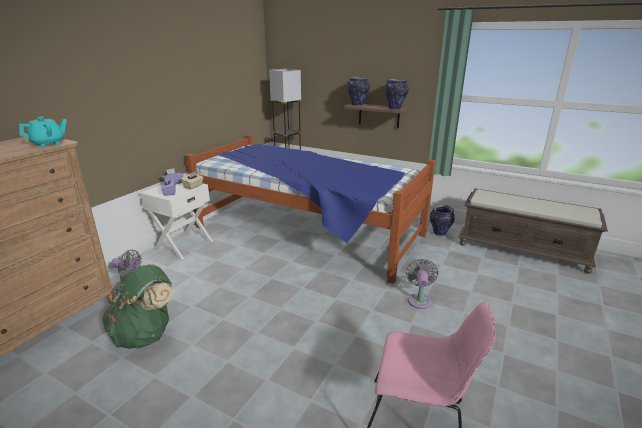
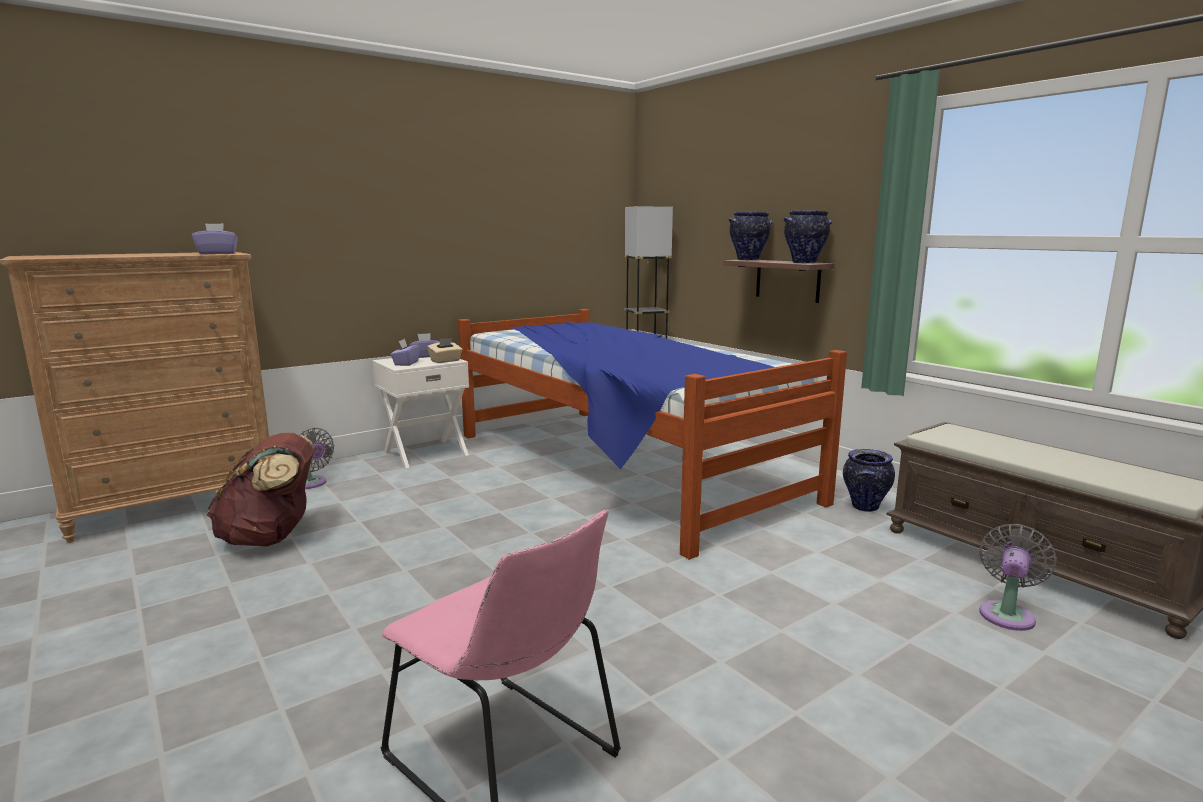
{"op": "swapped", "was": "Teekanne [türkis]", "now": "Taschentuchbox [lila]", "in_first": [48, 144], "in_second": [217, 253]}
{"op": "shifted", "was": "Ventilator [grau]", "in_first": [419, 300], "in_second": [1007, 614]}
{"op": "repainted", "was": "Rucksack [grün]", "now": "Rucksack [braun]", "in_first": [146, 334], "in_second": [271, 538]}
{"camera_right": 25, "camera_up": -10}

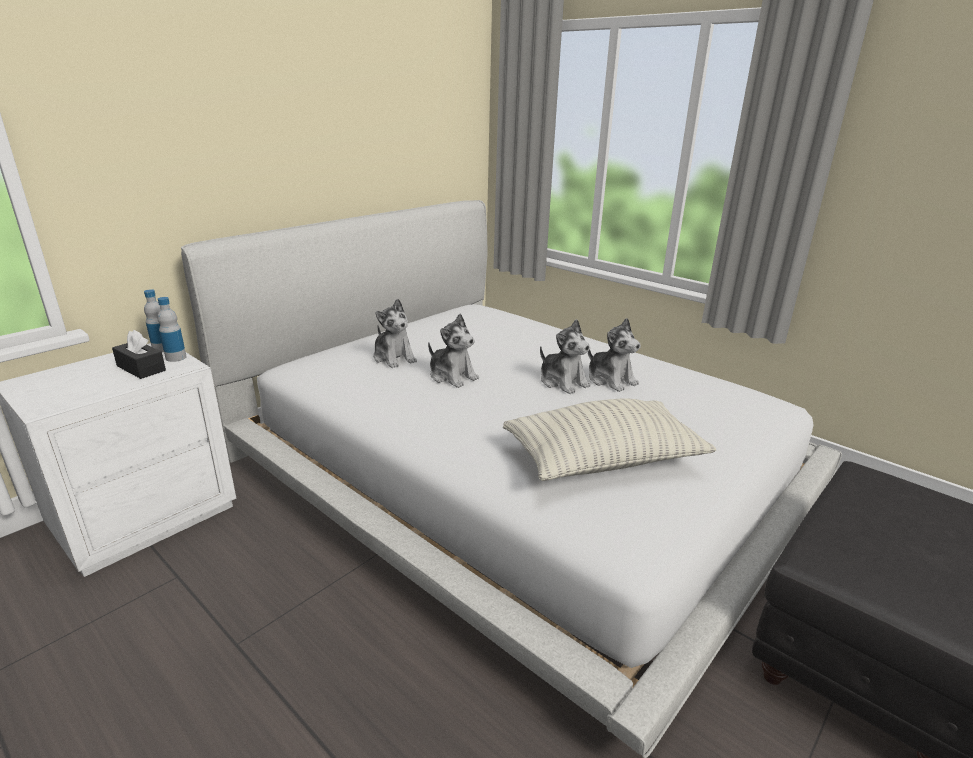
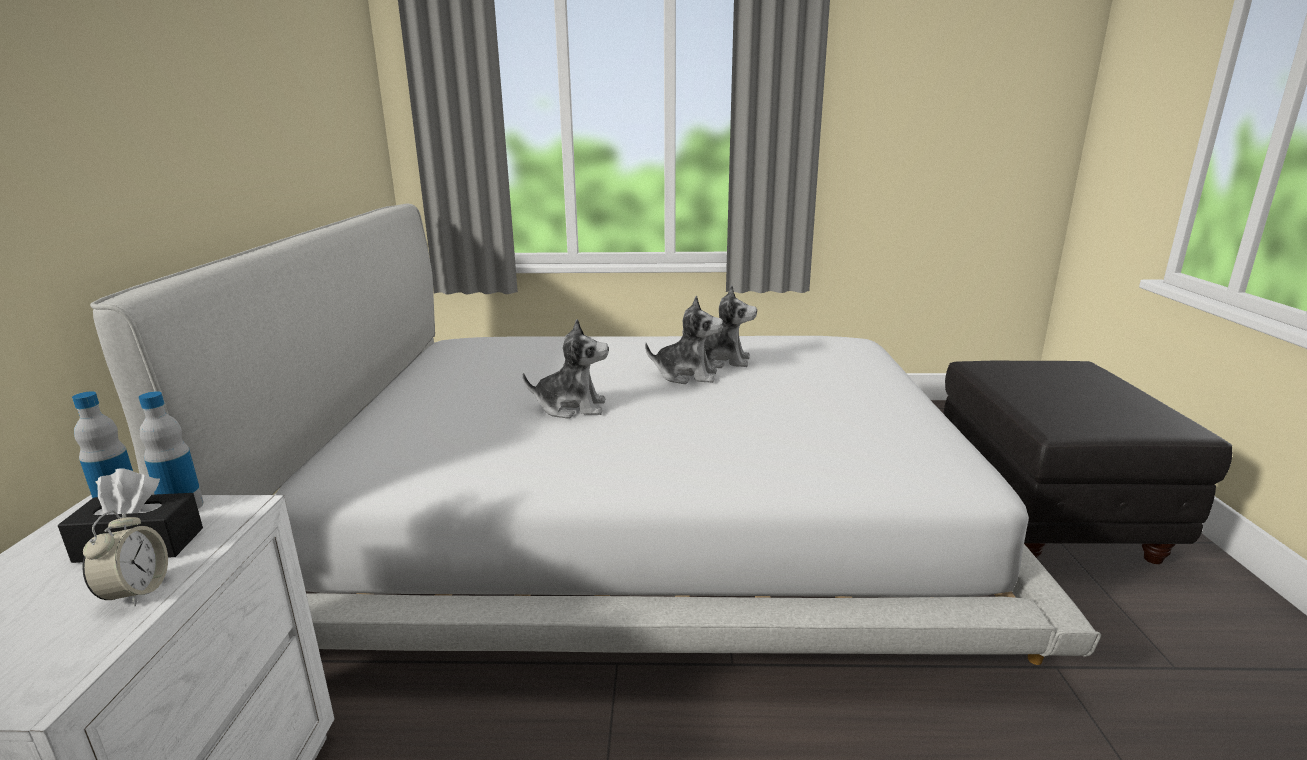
{"op": "gone", "was": "Plüschtier", "in_first": [394, 358]}
{"op": "gone", "was": "Kissen", "in_first": [603, 460]}
{"op": "new", "now": "Wecker", "in_second": [136, 592]}
{"camera_right": -40, "camera_up": -5}

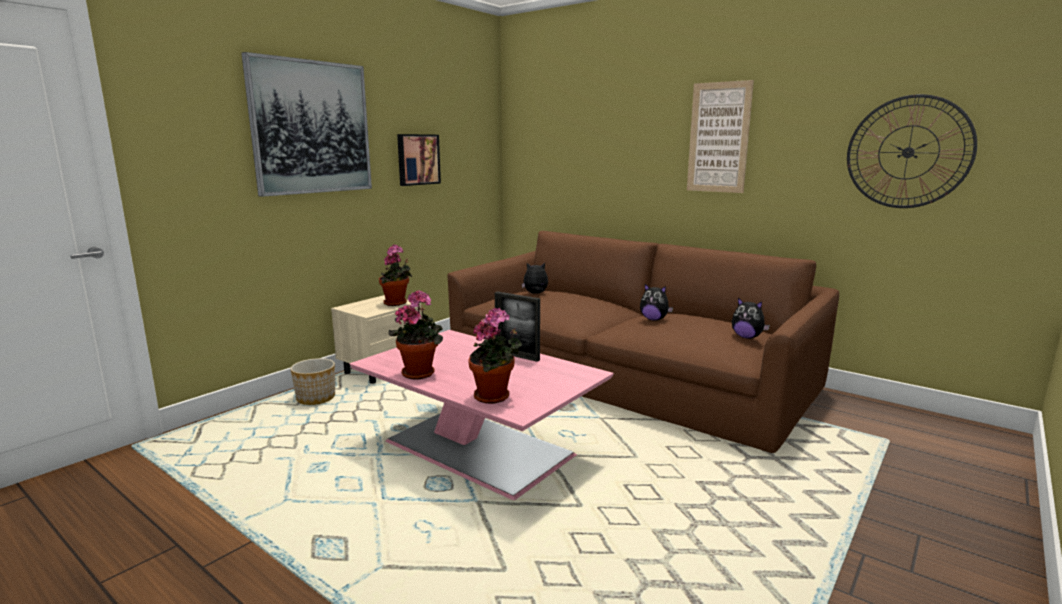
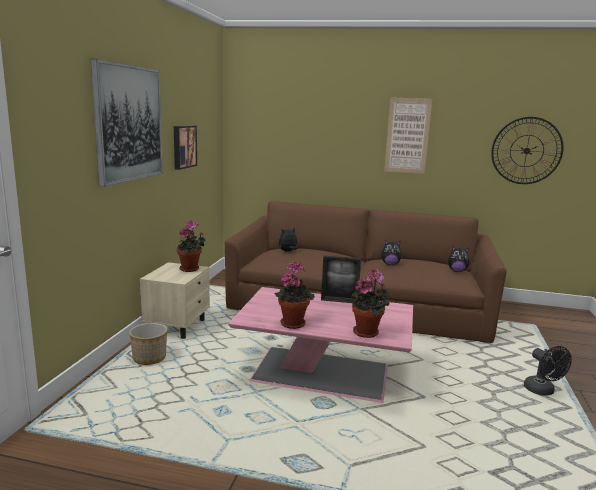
{"op": "new", "now": "Ventilator [schwarz]", "in_second": [542, 391]}
{"camera_right": -25, "camera_up": 0}

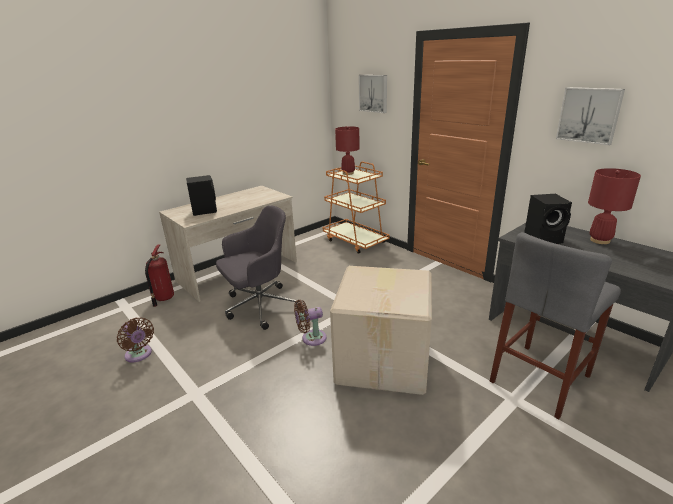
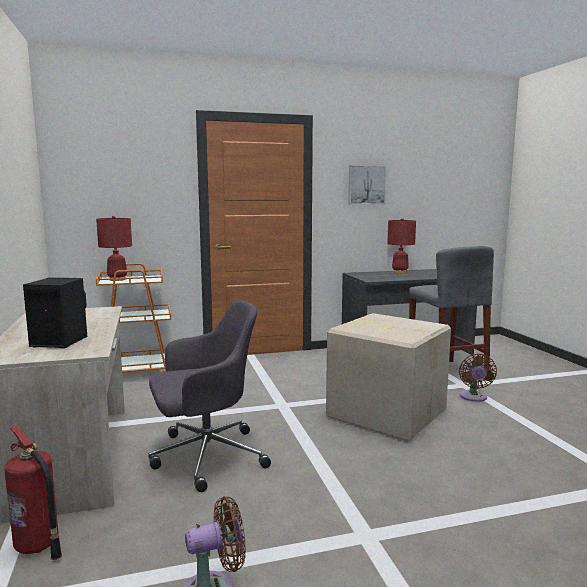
{"op": "gone", "was": "Bild", "in_first": [374, 93]}
{"op": "gone", "was": "Lautsprecher [schwarz]", "in_first": [544, 238]}
{"op": "rotated", "was": "Bürostuhl [grau]", "in_first": [259, 307], "in_second": [205, 456], "clockwise": 75}
{"op": "shifted", "was": "Ventilator [braun]", "in_first": [311, 338], "in_second": [473, 397]}
{"camera_right": -65, "camera_up": -15}

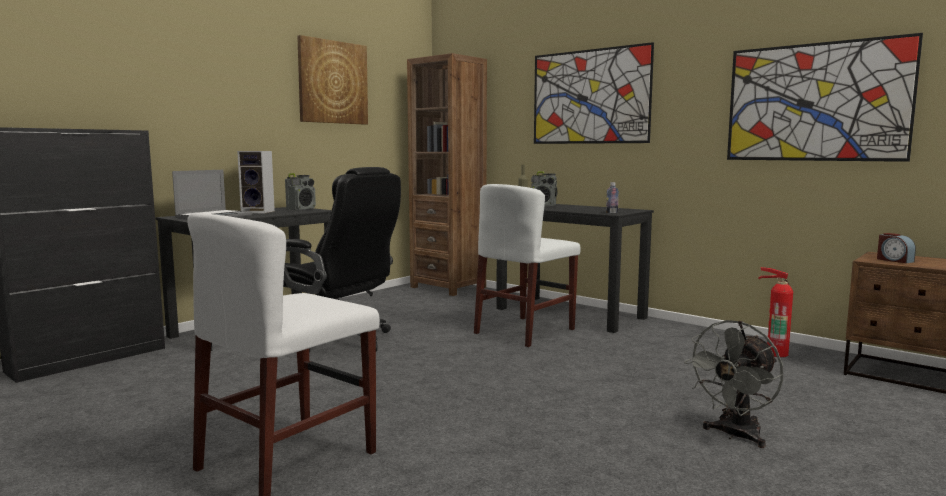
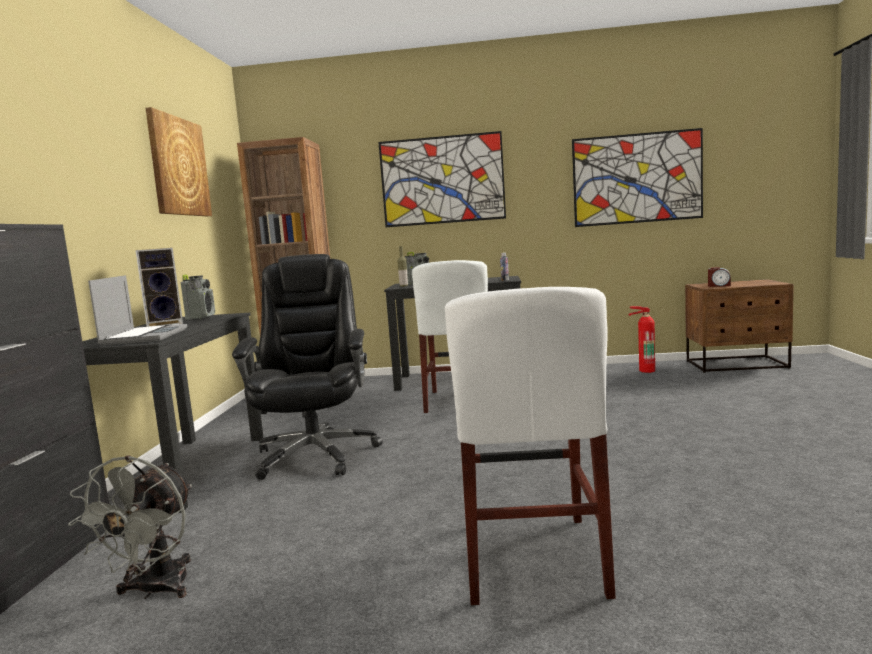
{"op": "rotated", "was": "Bürostuhl [schwarz]", "in_first": [339, 341], "in_second": [316, 454], "clockwise": -90}
{"op": "shifted", "was": "Ventilator [grau]", "in_first": [734, 435], "in_second": [154, 590]}
{"camera_right": -35, "camera_up": 0}

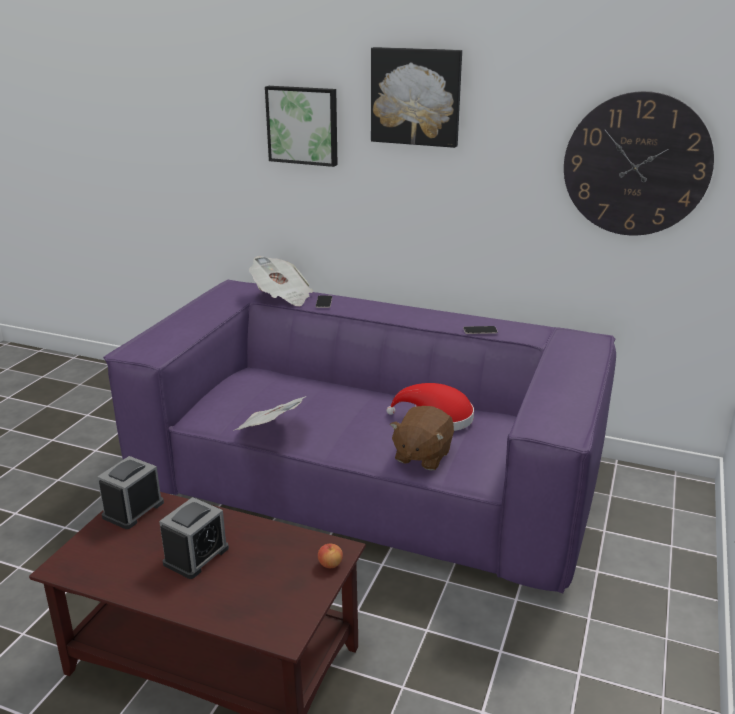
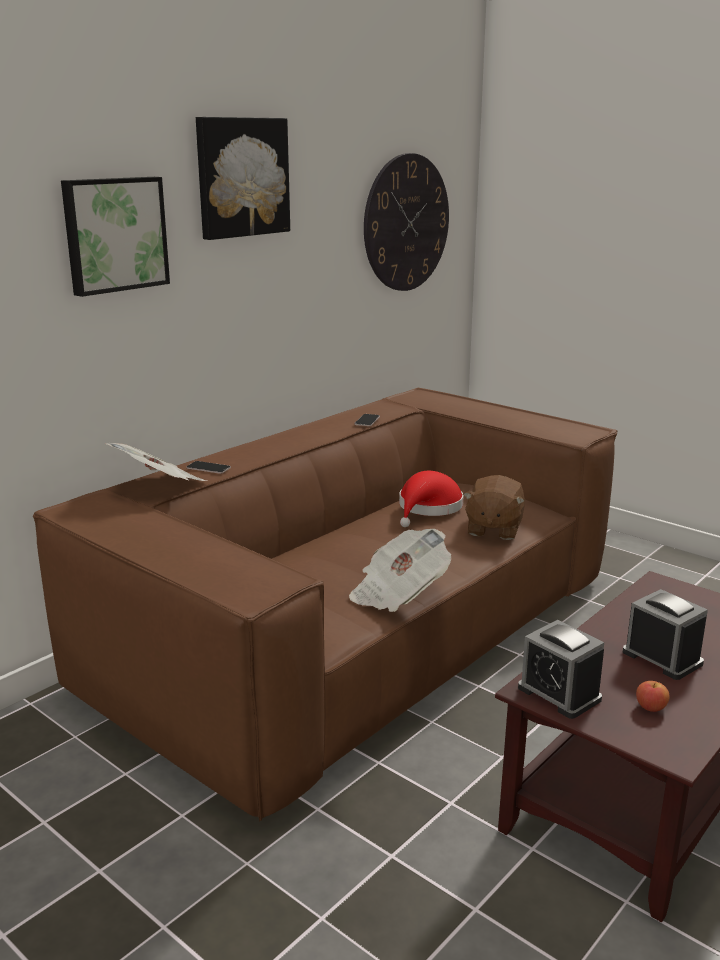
{"op": "repainted", "was": "Sofa [lila]", "now": "Sofa [braun]", "in_first": [367, 477], "in_second": [360, 632]}
{"op": "rotated", "was": "Plüschtier [braun]", "in_first": [422, 456], "in_second": [493, 529], "clockwise": 60}
{"op": "shifted", "was": "Apfel", "in_first": [330, 564], "in_second": [651, 707]}
{"camera_right": -70, "camera_up": -5}

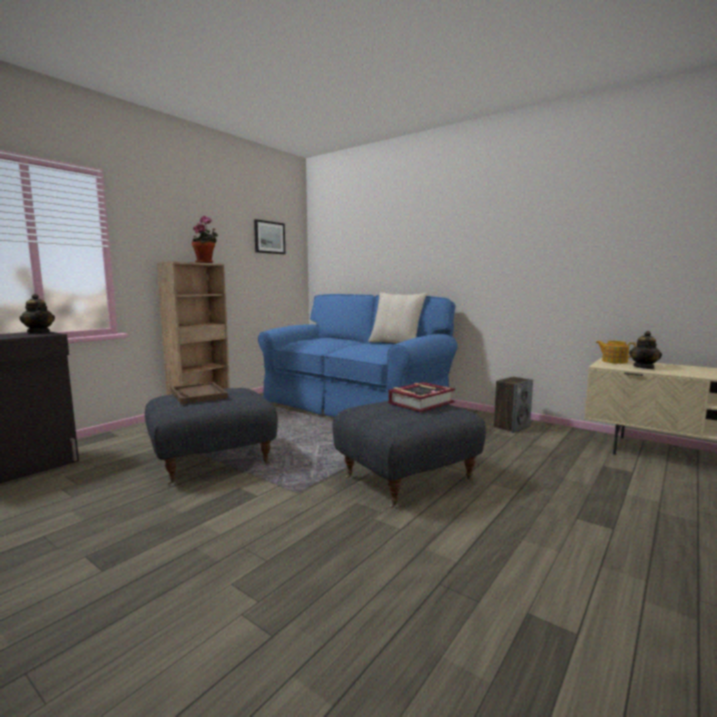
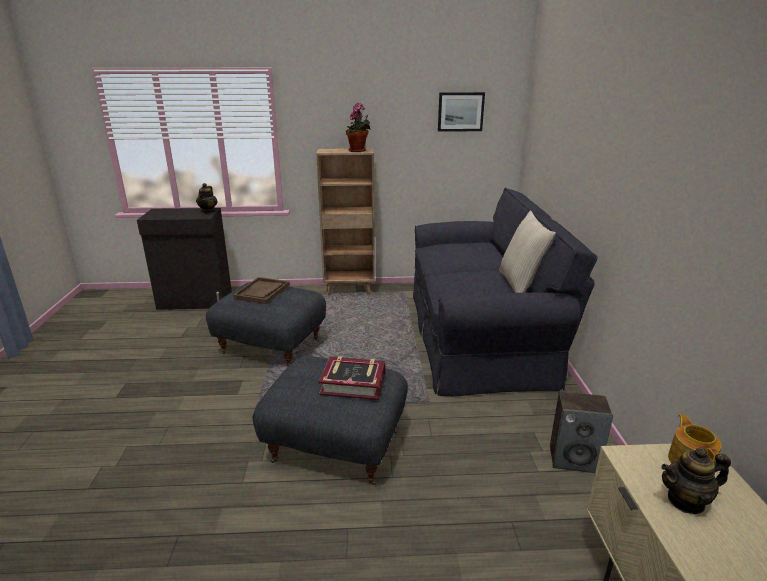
{"op": "repainted", "was": "Sofa [blau]", "now": "Sofa [schwarz]", "in_first": [355, 404], "in_second": [480, 335]}
{"camera_right": 50, "camera_up": 15}

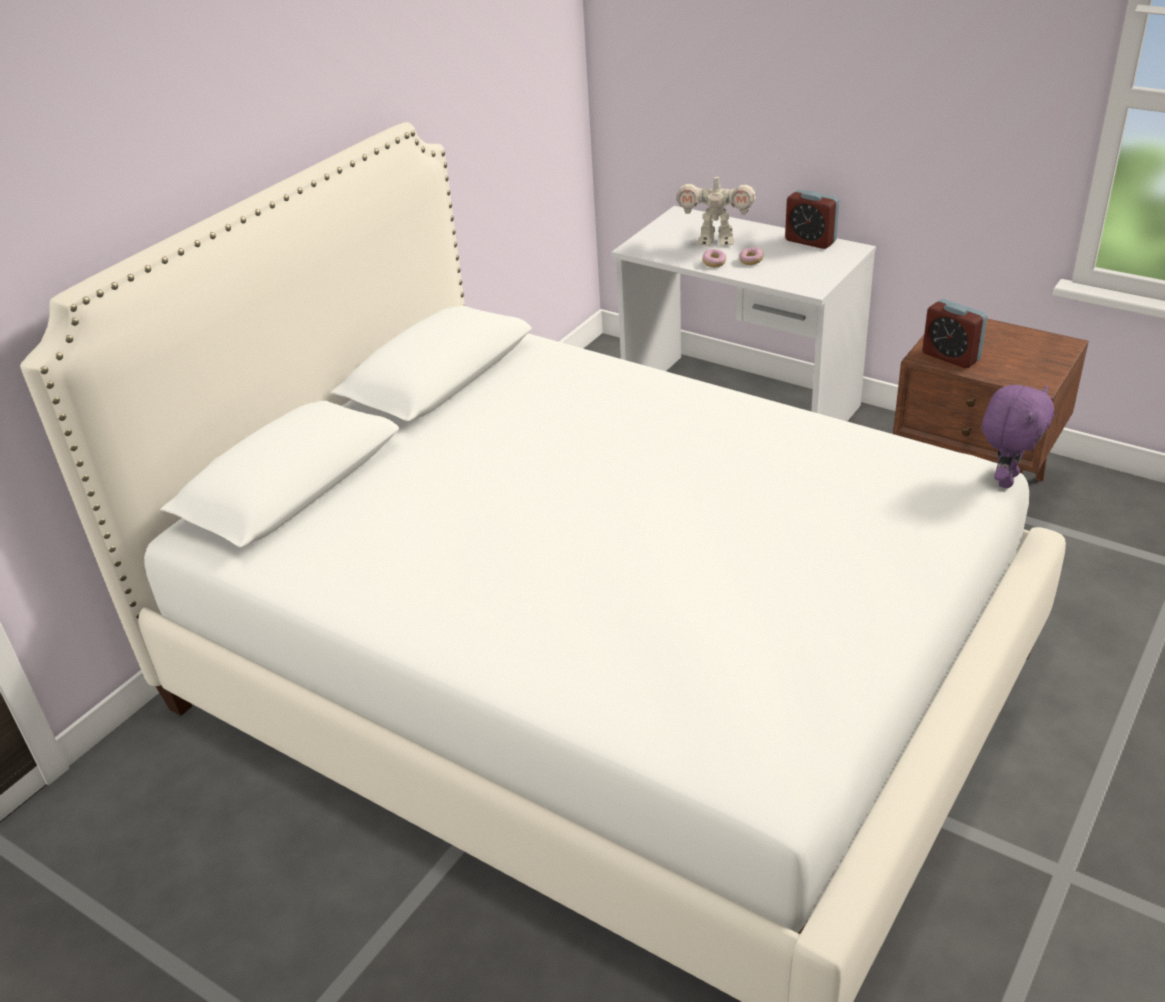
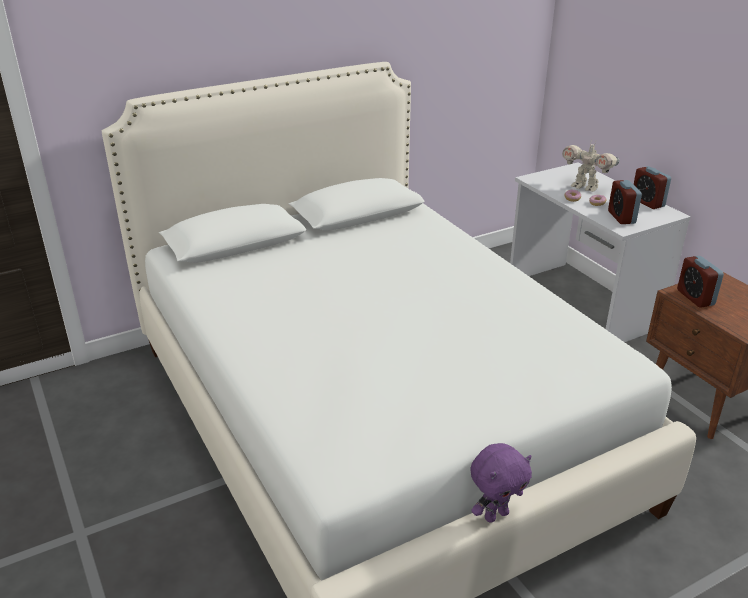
{"op": "shifted", "was": "Plüschtier [lila]", "in_first": [1005, 479], "in_second": [495, 515]}
{"op": "new", "now": "Wecker", "in_second": [621, 217]}
{"camera_right": 25, "camera_up": -5}

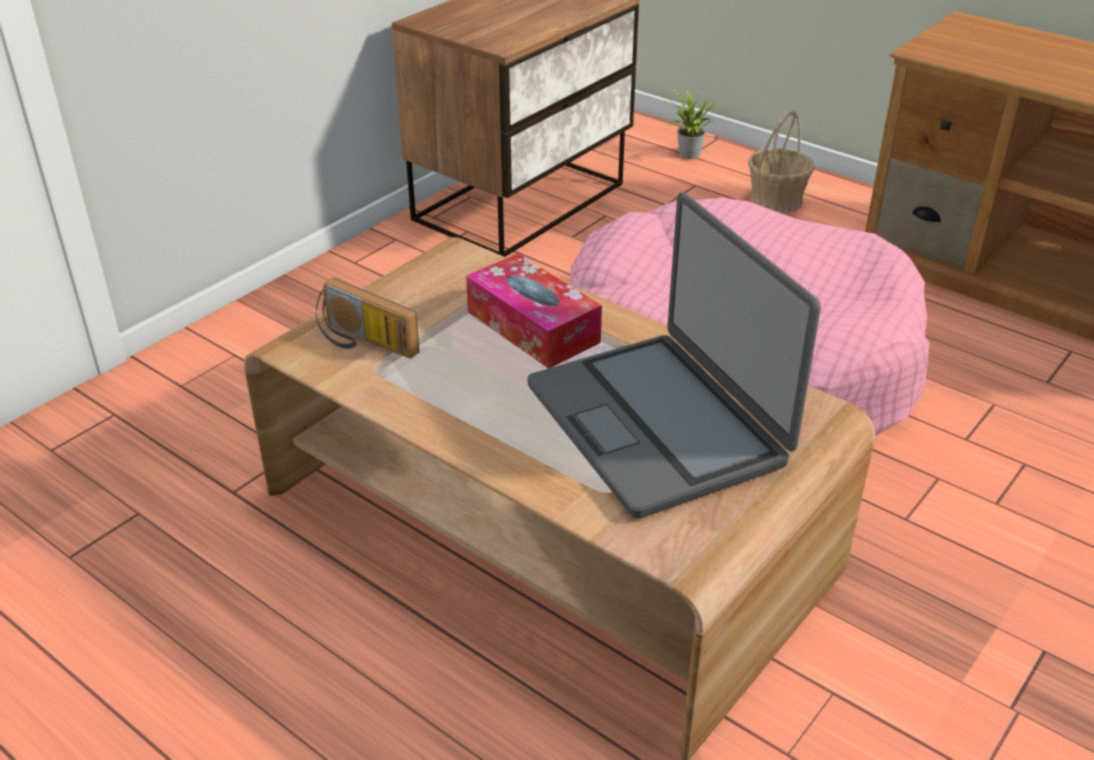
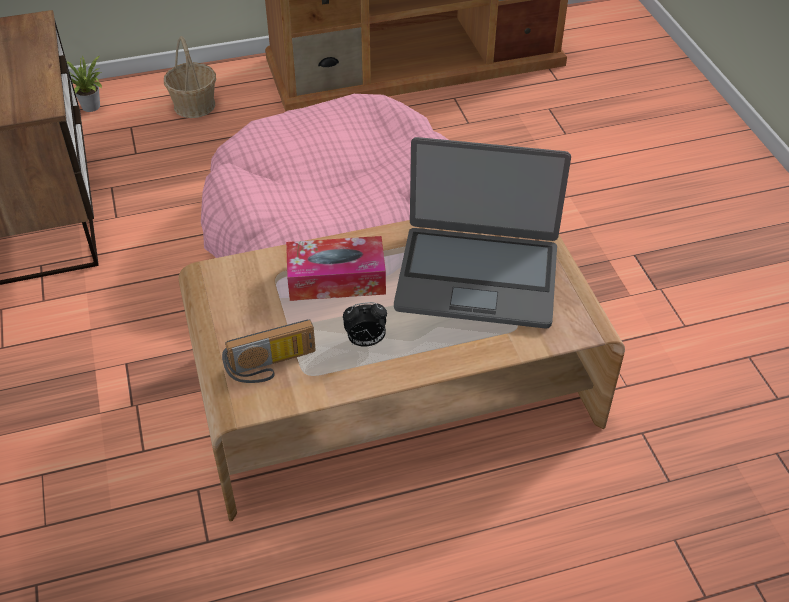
{"op": "new", "now": "Wecker", "in_second": [365, 341]}
{"camera_right": -55, "camera_up": 10}

